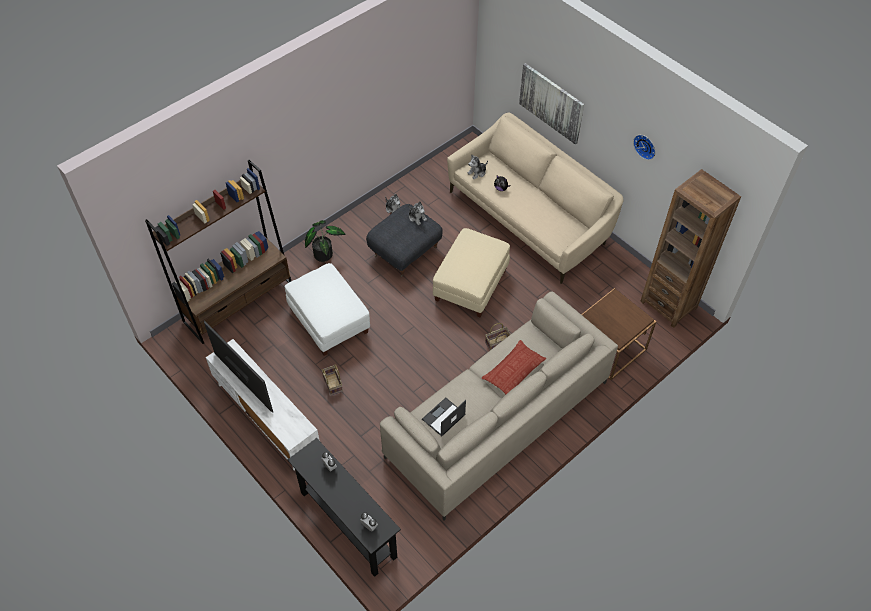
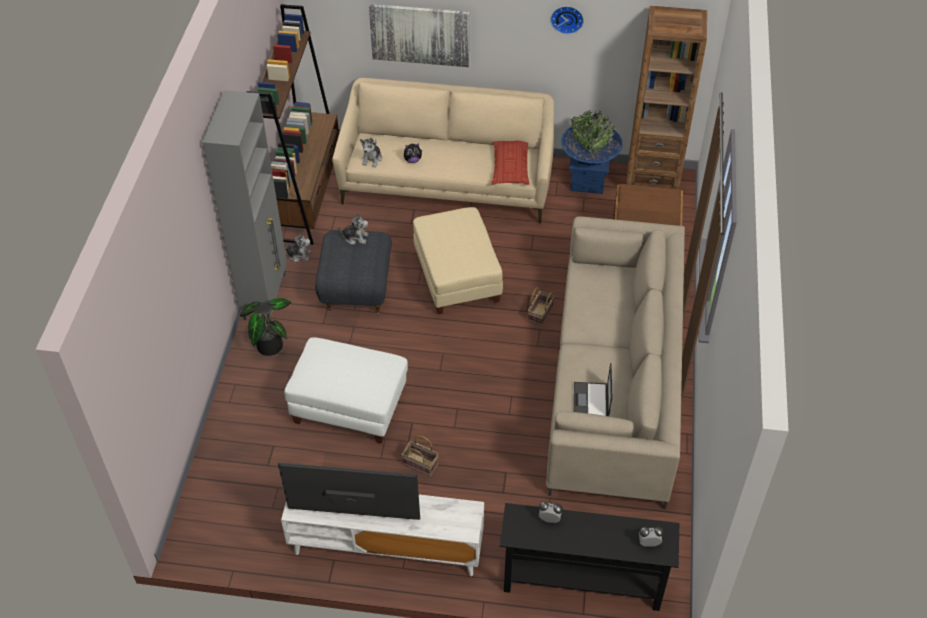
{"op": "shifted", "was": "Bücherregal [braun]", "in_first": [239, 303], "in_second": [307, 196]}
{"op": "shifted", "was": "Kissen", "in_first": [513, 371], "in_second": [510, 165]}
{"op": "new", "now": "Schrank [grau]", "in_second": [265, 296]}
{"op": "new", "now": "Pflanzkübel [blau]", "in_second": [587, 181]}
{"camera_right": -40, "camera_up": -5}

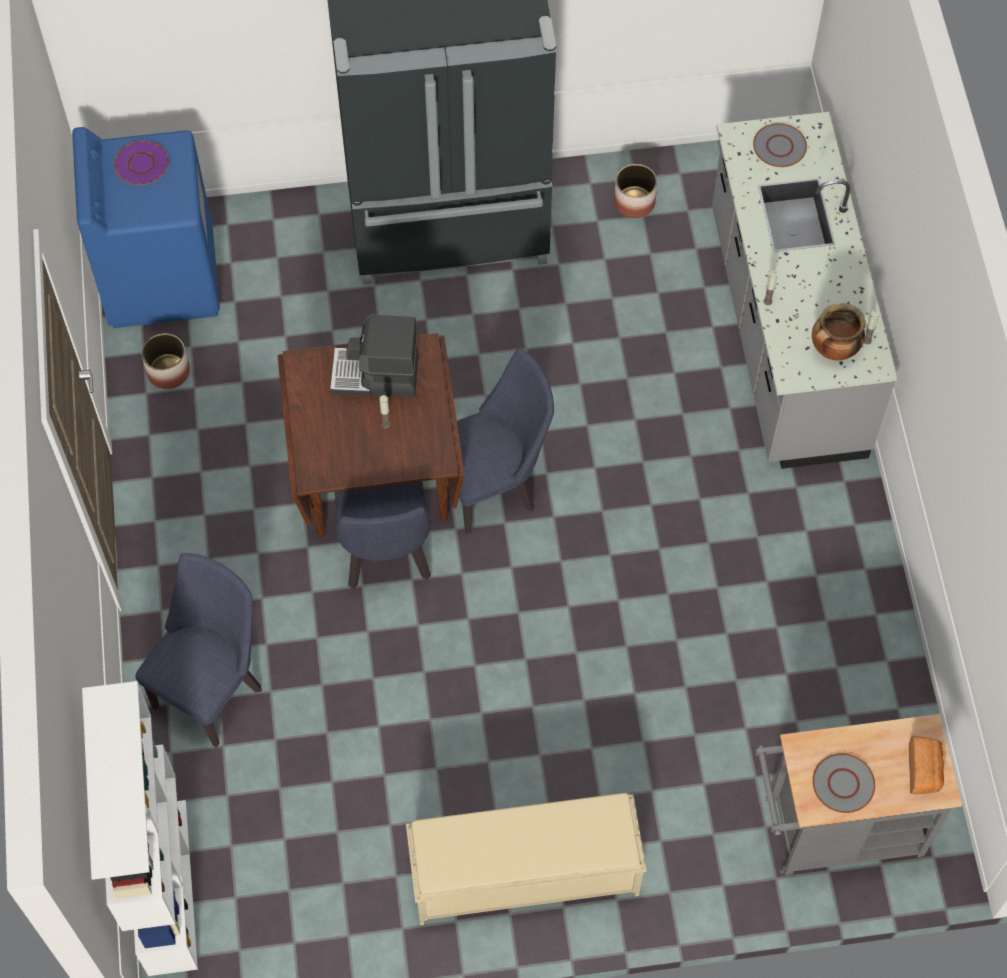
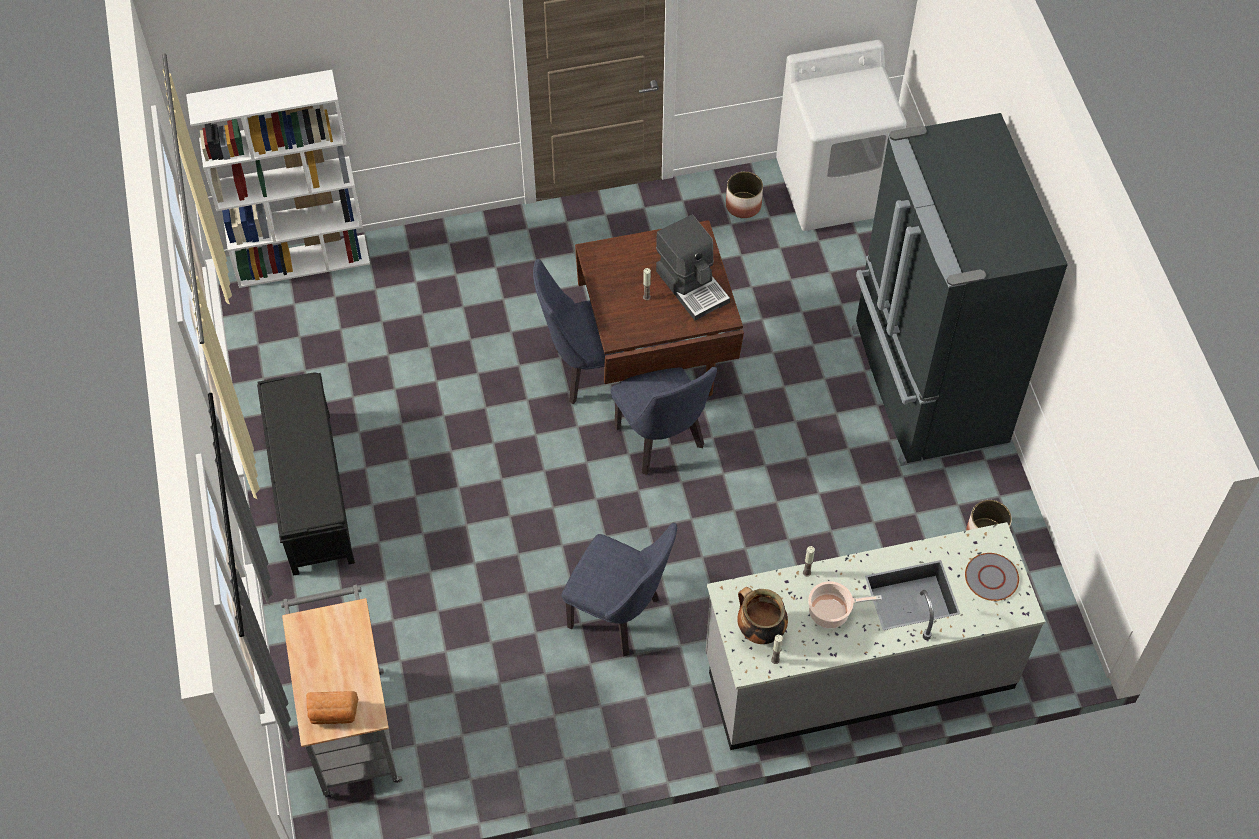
{"op": "repainted", "was": "Waschmaschine [blau]", "now": "Waschmaschine [weiß]", "in_first": [161, 277], "in_second": [833, 189]}
{"op": "gone", "was": "Teller [lila]", "in_first": [142, 164]}
{"op": "rotated", "was": "Kaffeemaschine", "in_first": [375, 376], "in_second": [693, 285], "clockwise": 150}
{"op": "shifted", "was": "Stuhl [blau]", "in_first": [212, 689], "in_second": [621, 616]}
{"op": "gone", "was": "Teller [grau]", "in_first": [842, 784]}
{"op": "repainted", "was": "Bank [beige]", "now": "Bank [schwarz]", "in_first": [522, 875], "in_second": [311, 491]}
{"op": "new", "now": "Kochtopf", "in_second": [832, 612]}
{"camera_right": 85, "camera_up": -5}

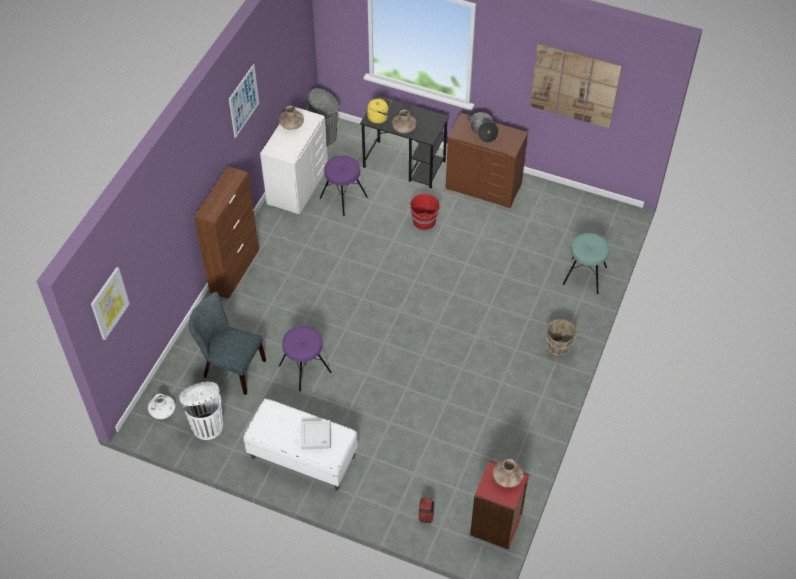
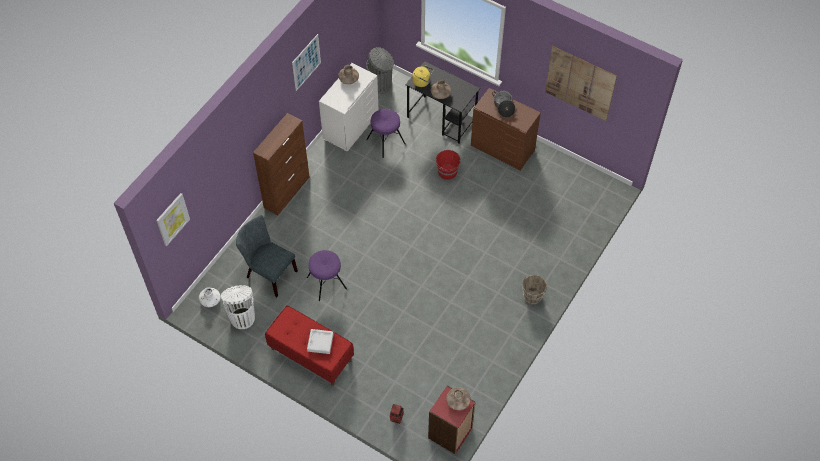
{"op": "gone", "was": "Hocker [türkis]", "in_first": [584, 276]}
{"op": "repainted", "was": "Bank [weiß]", "now": "Bank [rot]", "in_first": [302, 457], "in_second": [311, 355]}
{"camera_right": 10, "camera_up": 5}

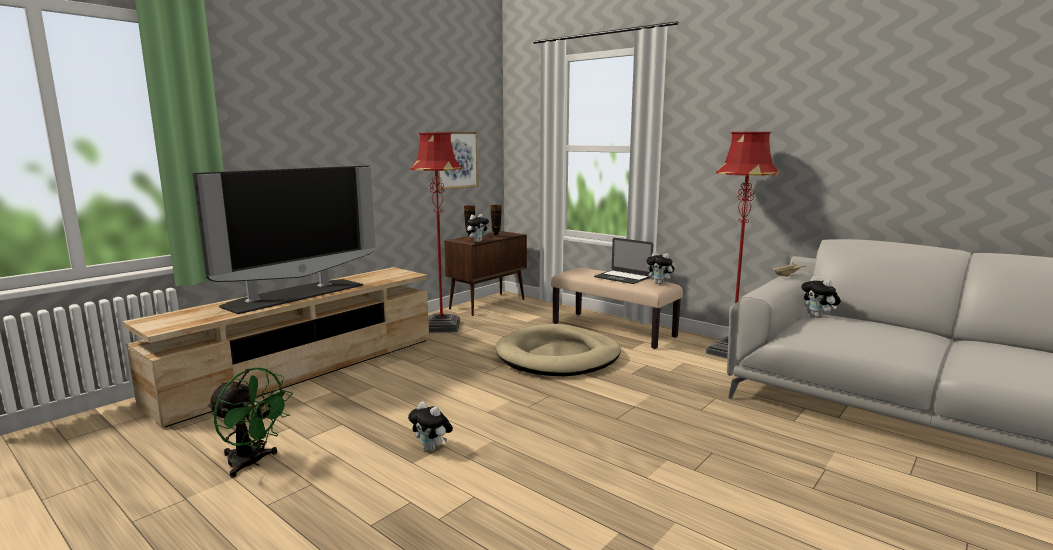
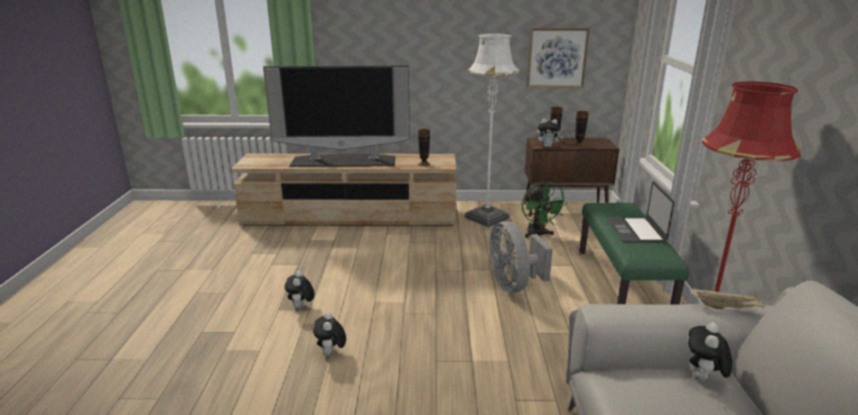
{"op": "repainted", "was": "Stehlampe [rot]", "now": "Stehlampe [weiß]", "in_first": [442, 327], "in_second": [487, 218]}
{"op": "shifted", "was": "Plüschtier", "in_first": [660, 283], "in_second": [331, 353]}
{"op": "repainted", "was": "Bank [beige]", "now": "Bank [grün]", "in_first": [613, 330], "in_second": [622, 284]}
{"op": "swapped", "was": "Hundebett [beige]", "now": "Ventilator [grau]", "in_first": [558, 356], "in_second": [514, 285]}
{"op": "shifted", "was": "Ventilator [grün]", "in_first": [252, 463], "in_second": [538, 234]}
{"op": "new", "now": "Vase", "in_second": [424, 164]}
{"camera_right": 50, "camera_up": 10}

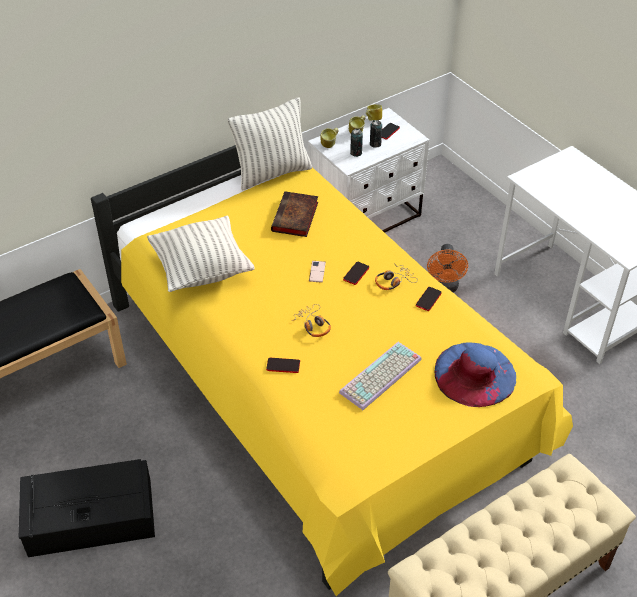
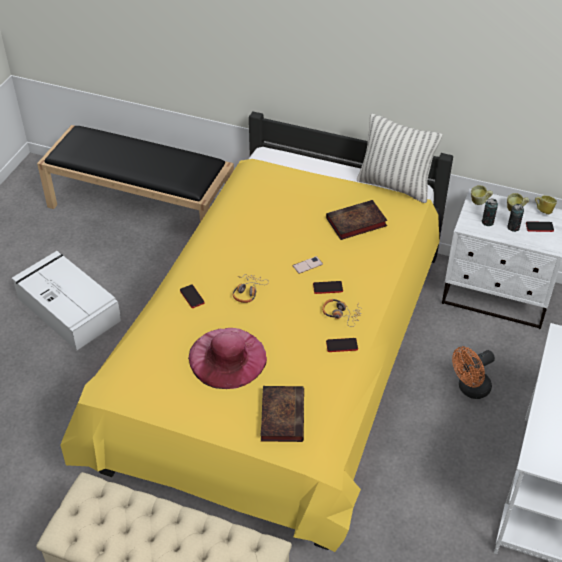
{"op": "gone", "was": "Kissen", "in_first": [202, 270]}
{"op": "swapped", "was": "Tastatur", "now": "Hut [rosa]", "in_first": [381, 377], "in_second": [227, 357]}
{"op": "swapped", "was": "Hut [blau]", "now": "Buch", "in_first": [474, 374], "in_second": [282, 415]}
{"op": "repainted", "was": "Aufbewahrungsbox [schwarz]", "now": "Aufbewahrungsbox [weiß]", "in_first": [88, 517], "in_second": [68, 308]}
{"camera_right": 55, "camera_up": 0}

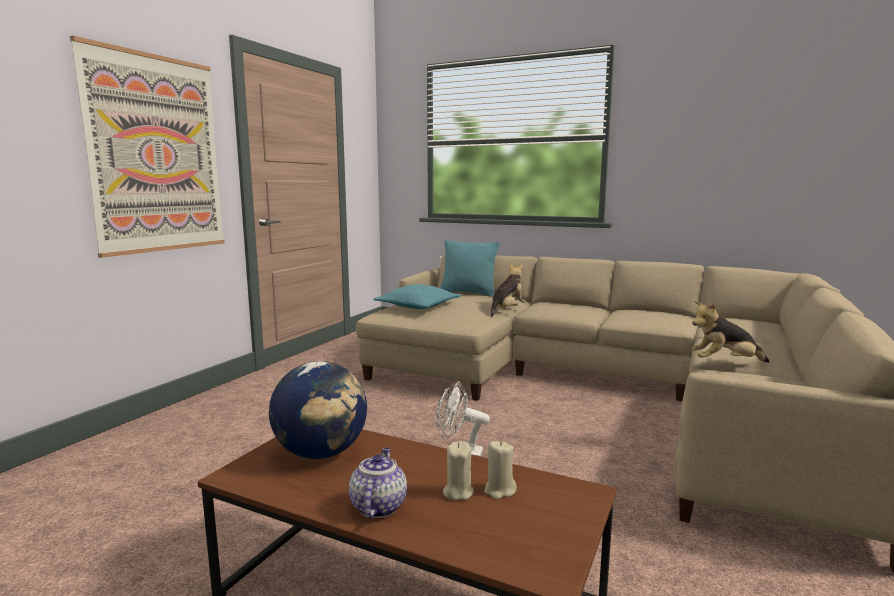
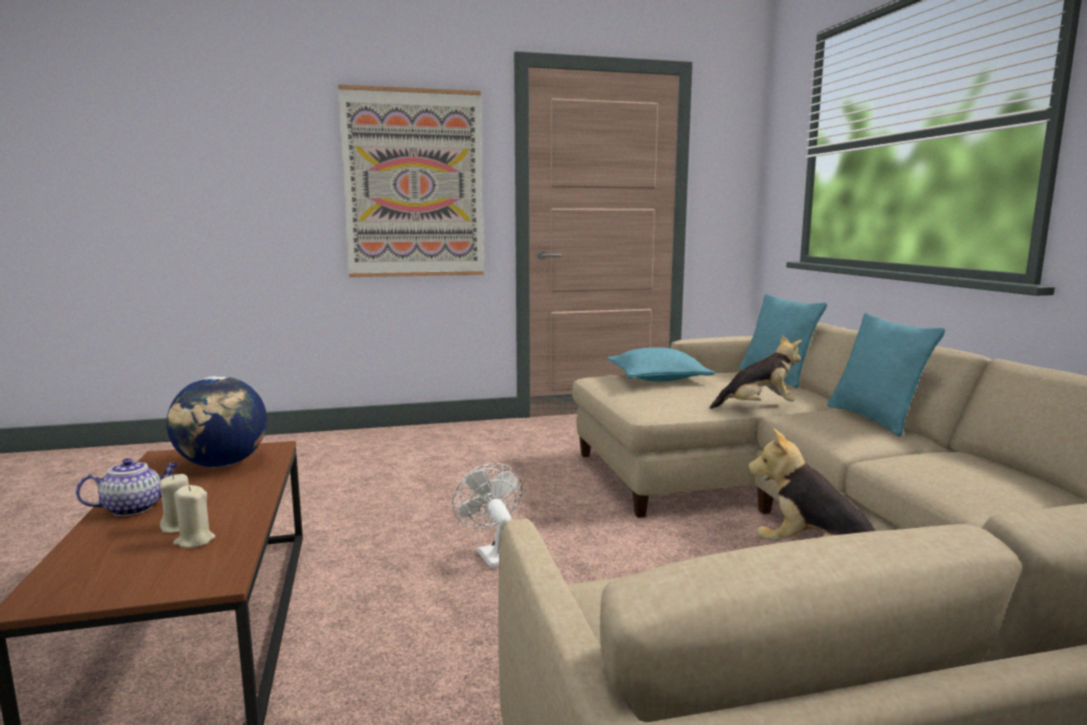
{"op": "new", "now": "Kissen [türkis]", "in_second": [874, 419]}
{"camera_right": 50, "camera_up": 0}

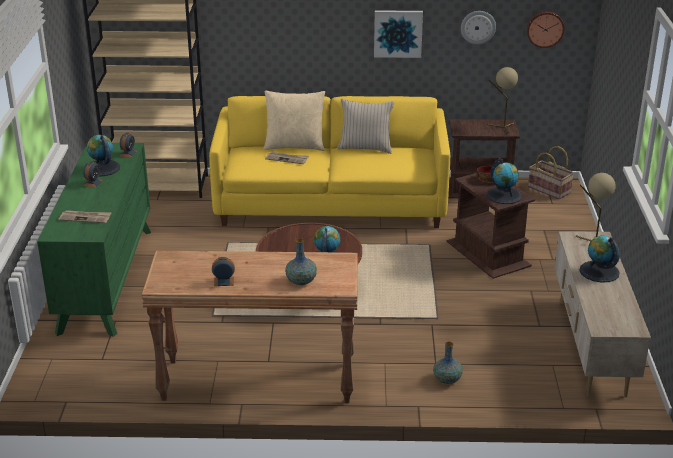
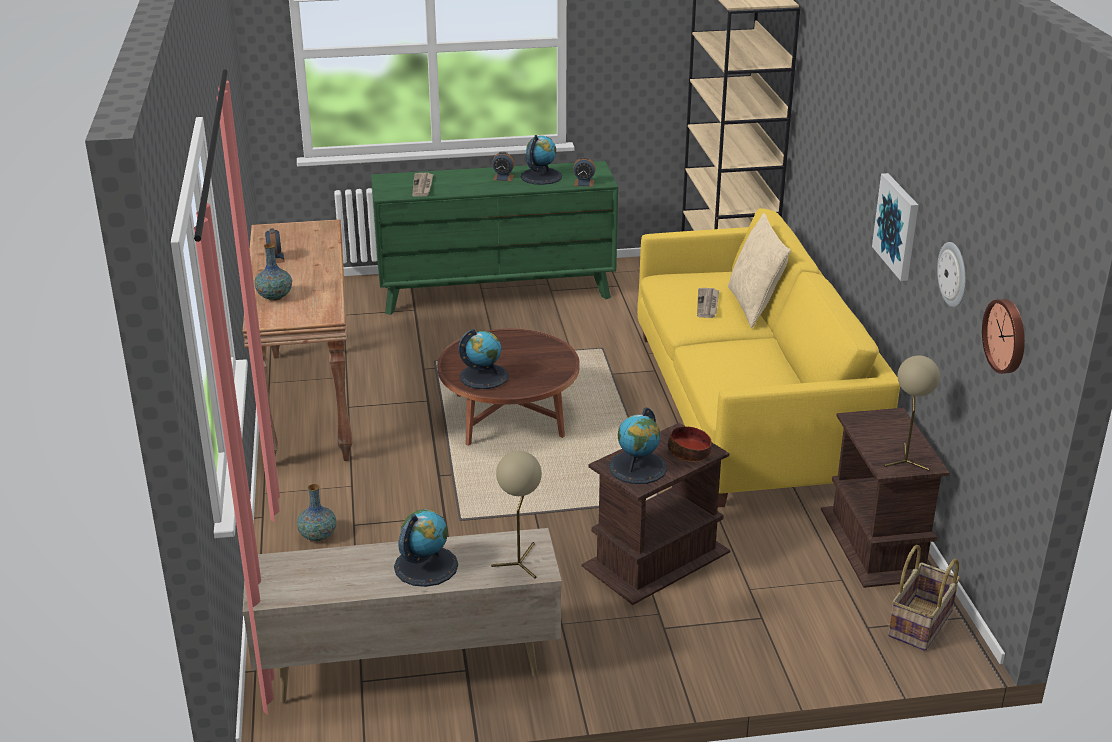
{"op": "gone", "was": "Kissen [beige]", "in_first": [365, 148]}
{"camera_right": 80, "camera_up": 0}

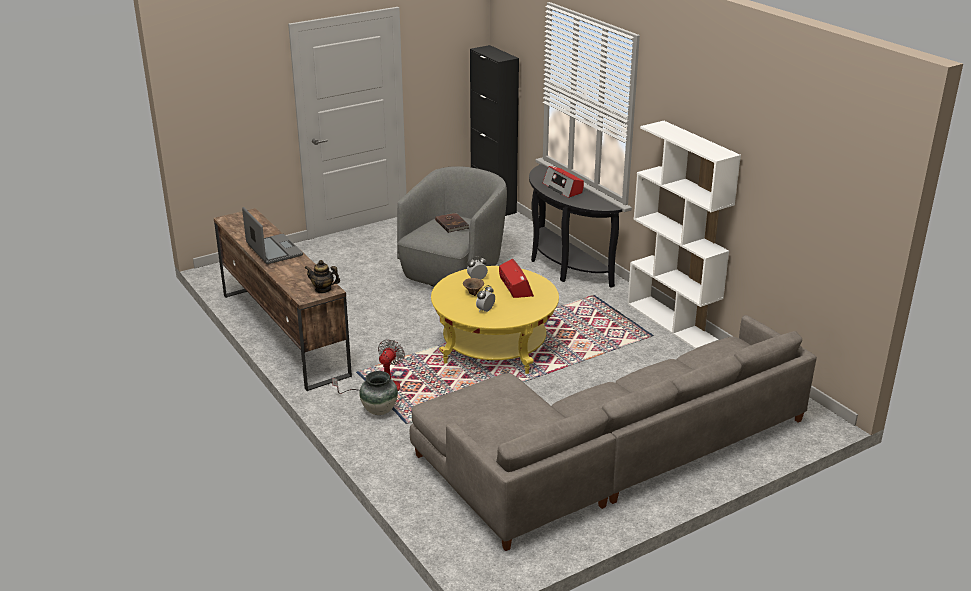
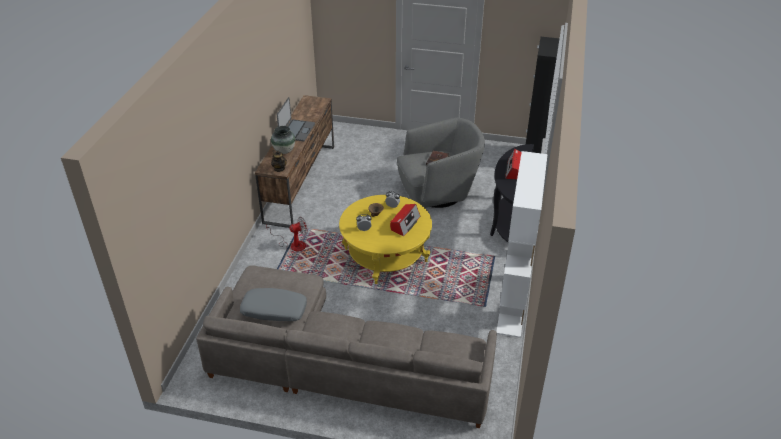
{"op": "shifted", "was": "Vase", "in_first": [380, 410], "in_second": [284, 151]}
{"op": "new", "now": "Kissen [grau]", "in_second": [274, 310]}
{"camera_right": 45, "camera_up": 10}

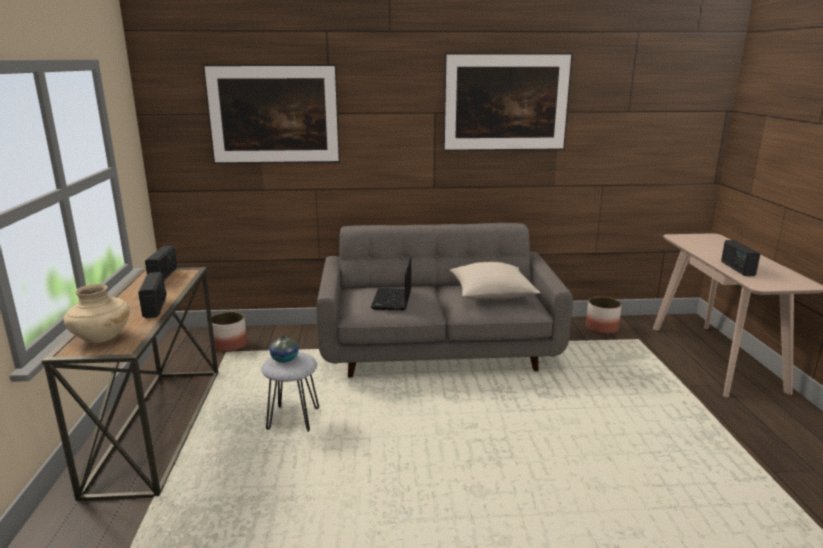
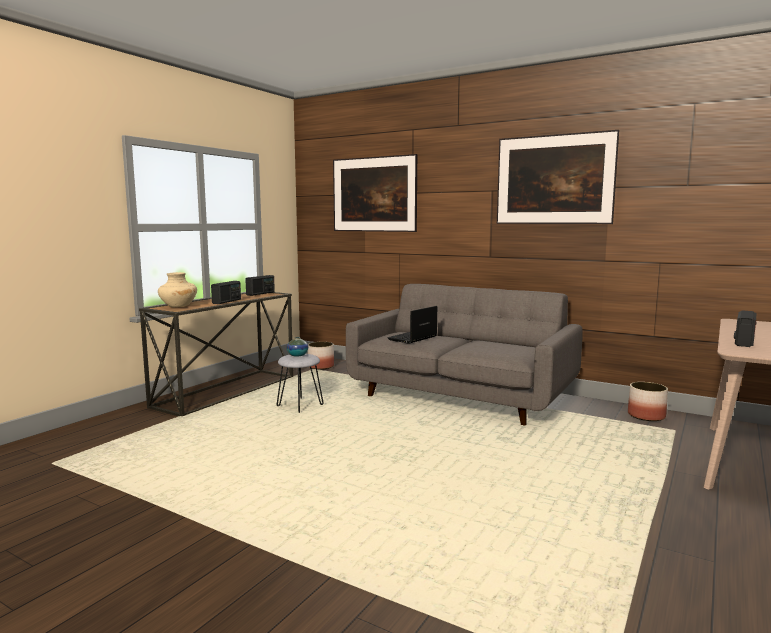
{"op": "gone", "was": "Kissen [beige]", "in_first": [491, 294]}
{"camera_right": 35, "camera_up": -10}

